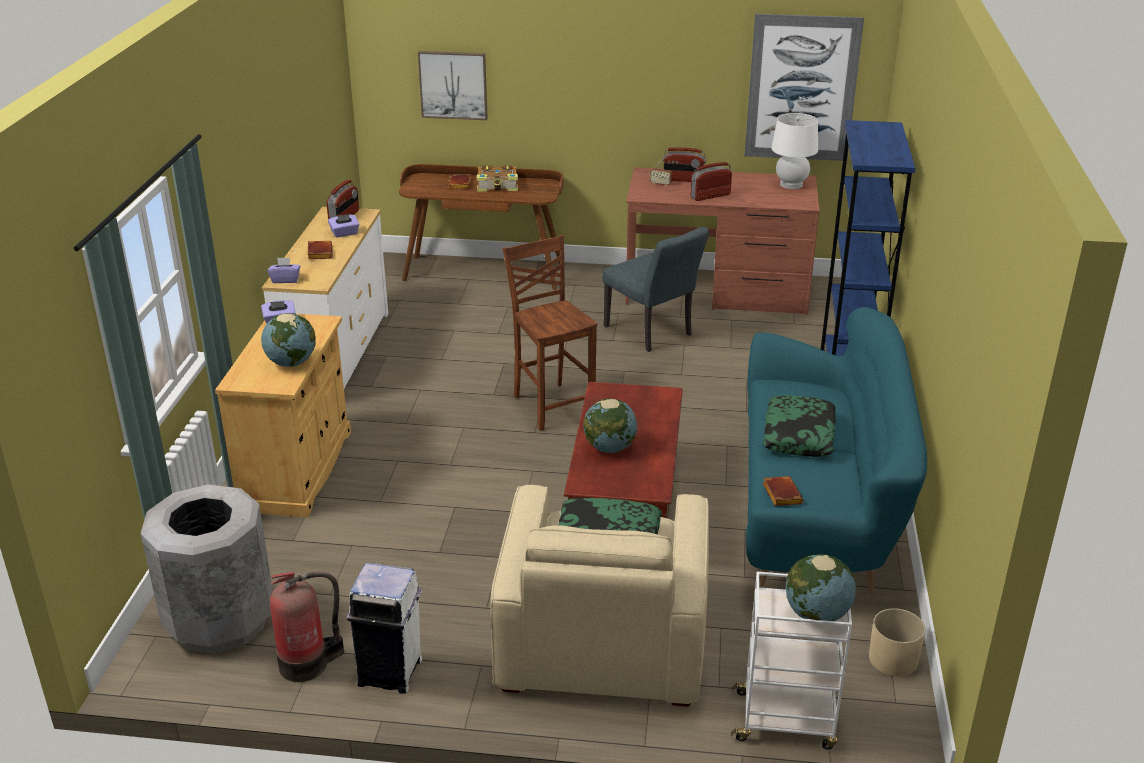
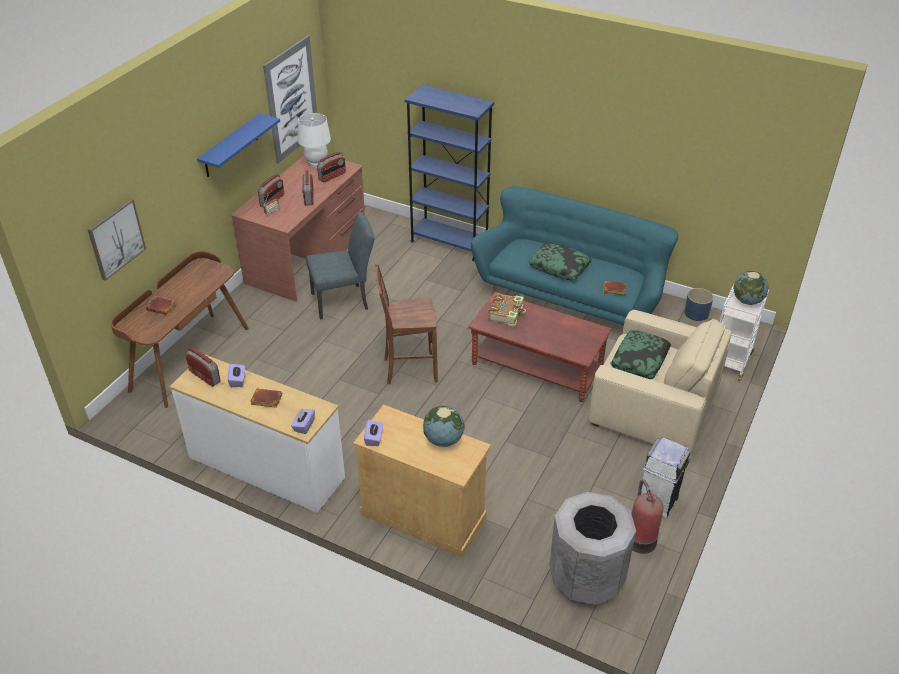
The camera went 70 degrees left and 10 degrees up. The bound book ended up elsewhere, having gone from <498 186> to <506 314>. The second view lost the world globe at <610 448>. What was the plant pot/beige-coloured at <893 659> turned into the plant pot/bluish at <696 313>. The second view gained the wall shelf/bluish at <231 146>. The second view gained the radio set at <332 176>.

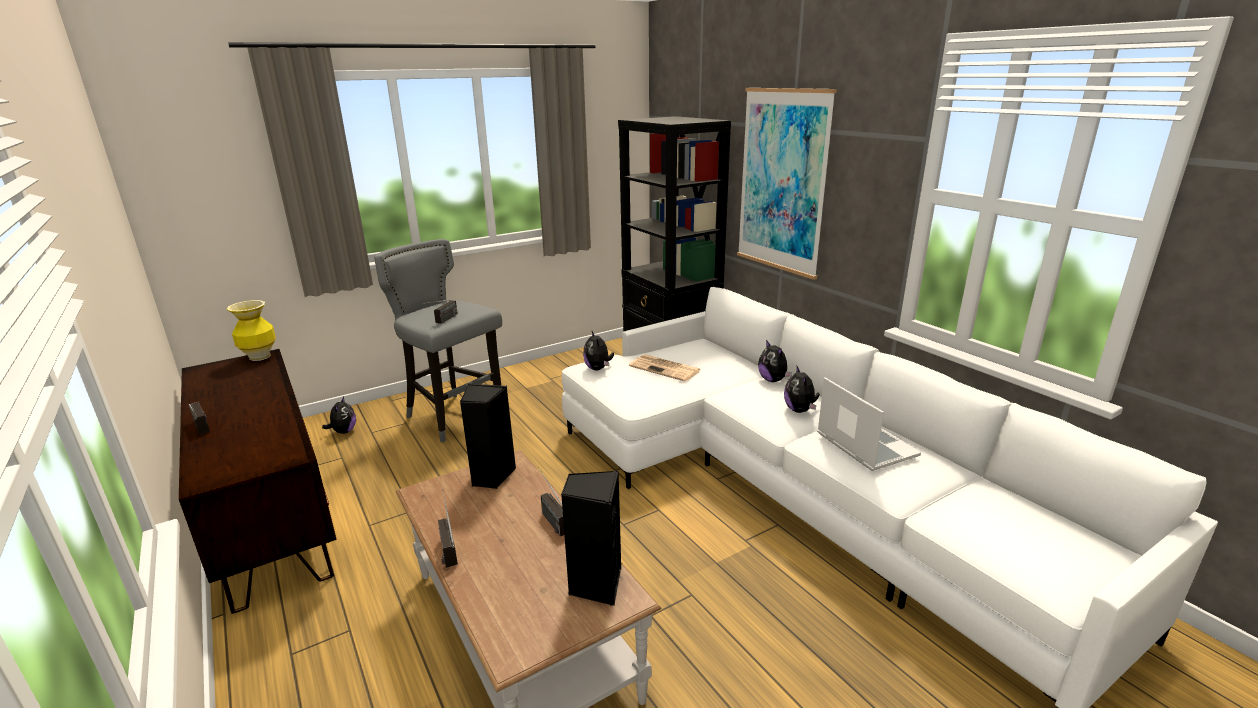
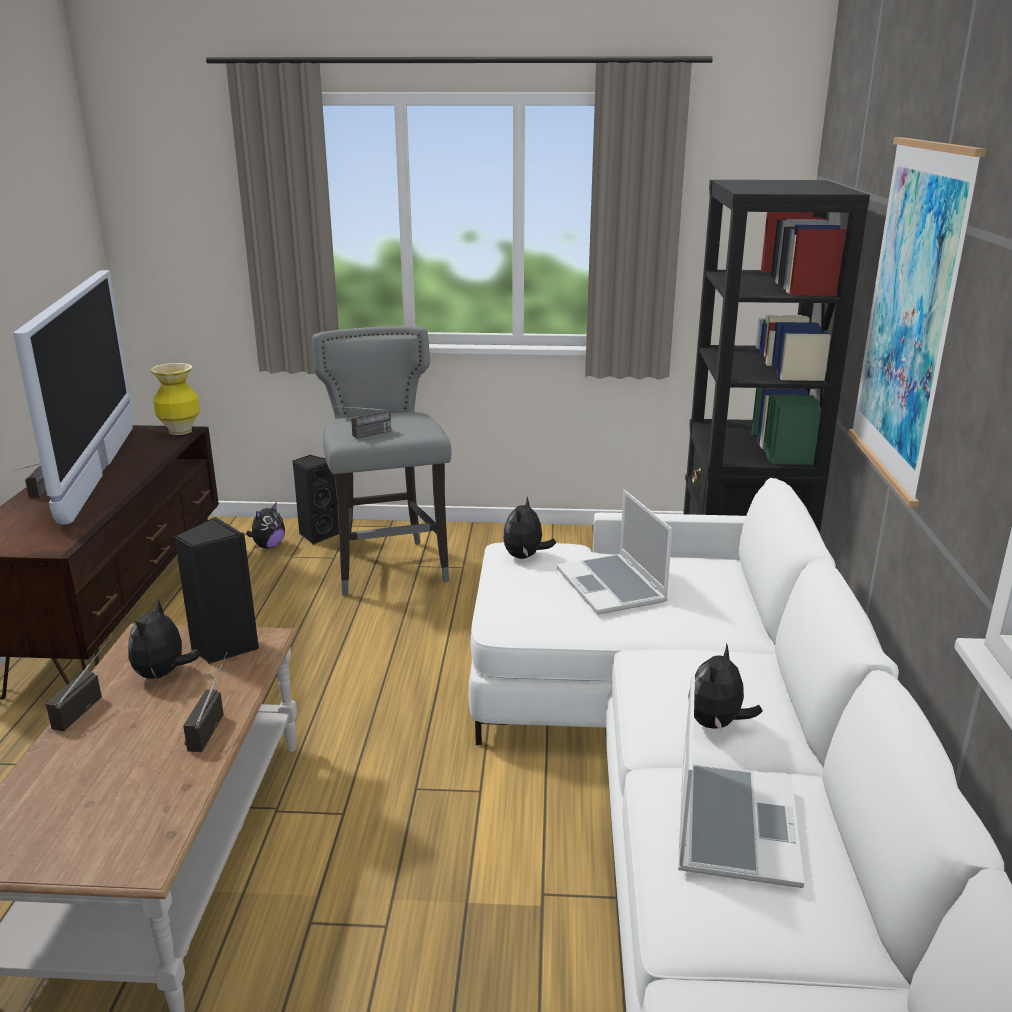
The camera went 35 degrees right and 0 degrees up. The cuddly toy ended up elsewhere, having gone from <773 380> to <163 674>. Where the daily paper stood at <666 368>, the laptop came to stand at <612 587>. The loudspeaker/black-coloured ended up elsewhere, having gone from <595 584> to <318 535>. The second view gained the TV at <100 471>.

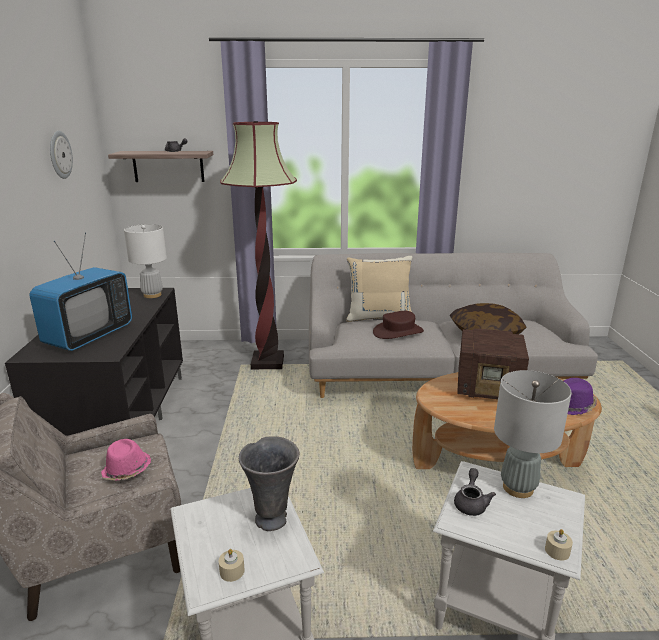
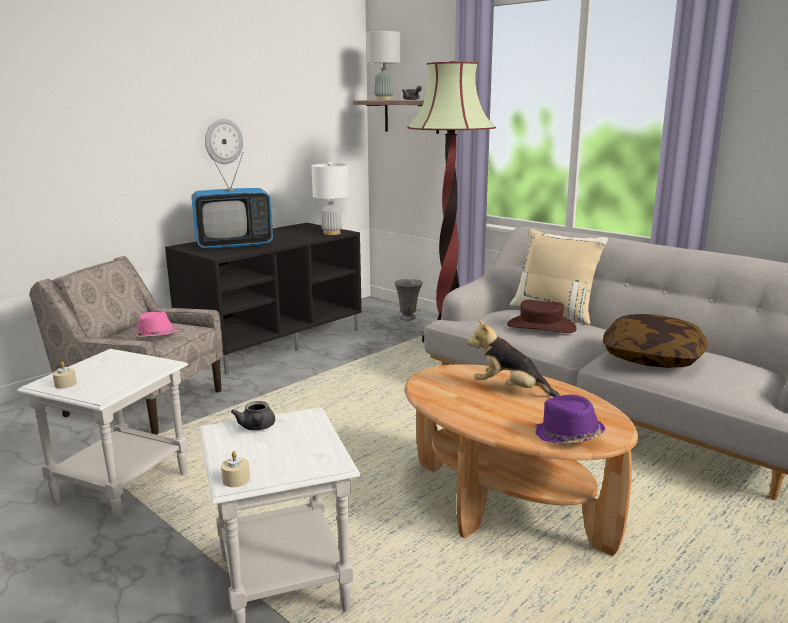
The camera went 45 degrees right and 5 degrees down. The wall clock ended up elsewhere, having gone from <59 155> to <223 141>. Where the radio set stood at <489 388>, the cuddly toy came to stand at <510 390>. The table lamp/grey ended up elsewhere, having gone from <517 488> to <383 100>. The decorative vase/grey ended up elsewhere, having gone from <272 518> to <408 318>. The pot for tea/grey at <471 503> ended up facing another way, 105 degrees clockwise from before.

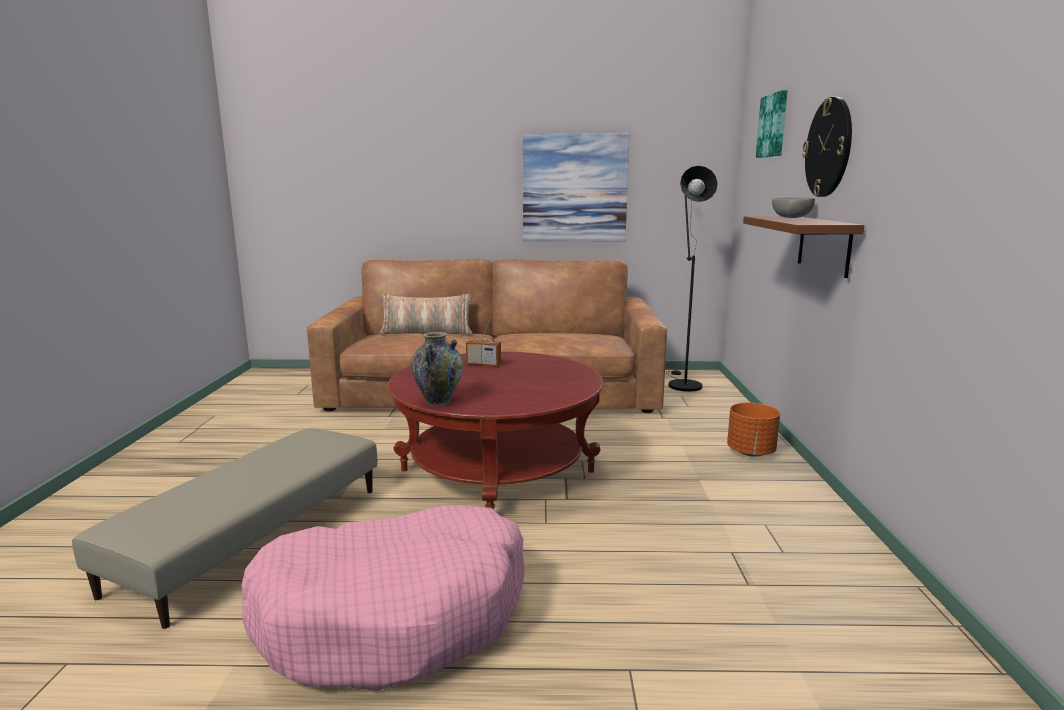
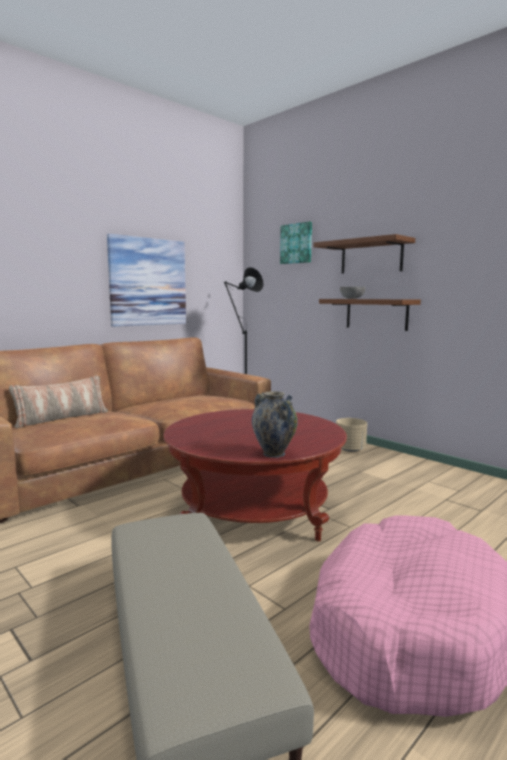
The camera went 45 degrees left and 5 degrees down. Where the wall clock hung at <828 147>, the wall shelf/brown came to hang at <371 257>. The second view lost the radio set at <483 364>. What was the plant pot/orange at <751 452> turned into the plant pot/beige-coloured at <350 449>.

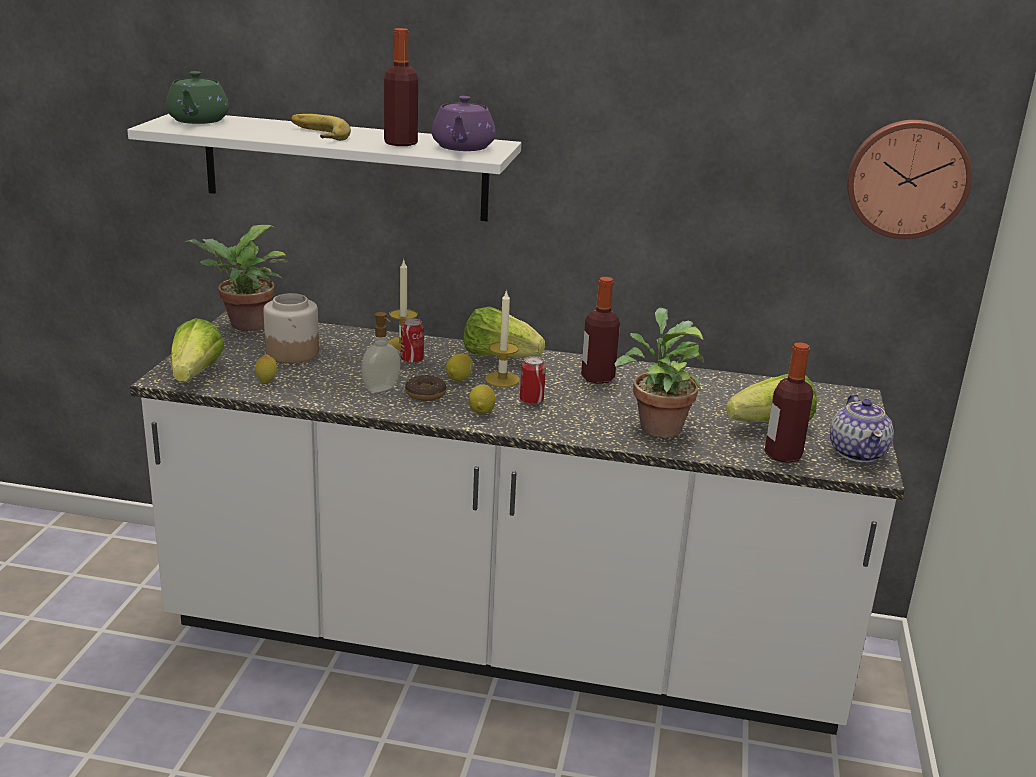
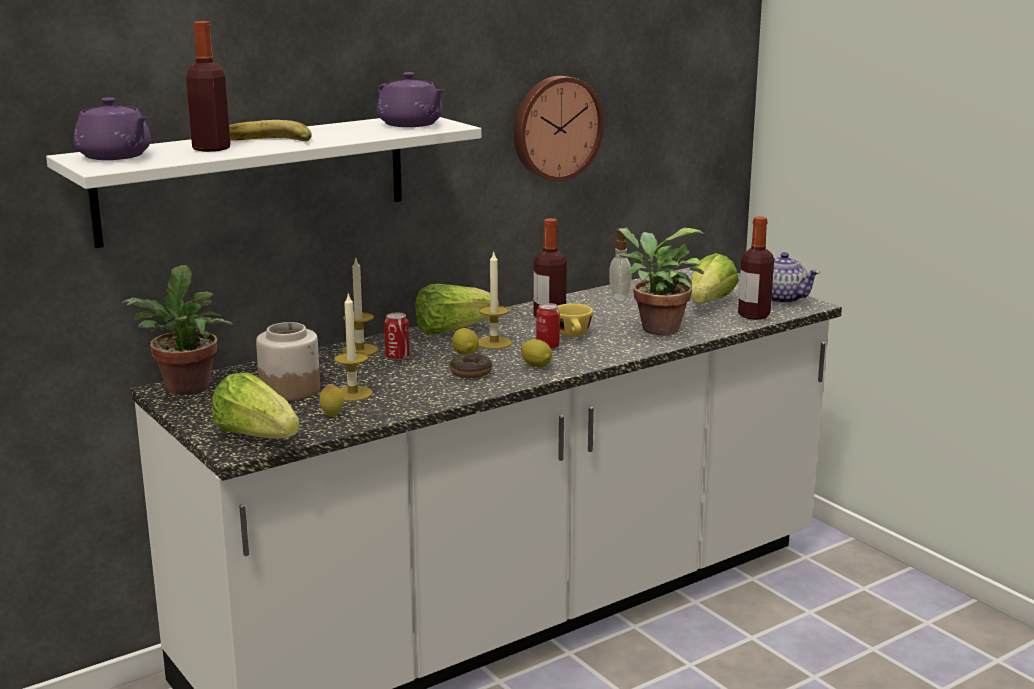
The camera went 45 degrees left and 5 degrees down. The beverage bottle ended up elsewhere, having gone from <400 143> to <211 148>. What was the pot for tea/greenish at <198 120> turned into the pot for tea/purplish at <115 156>. The wall clock ended up elsewhere, having gone from <907 178> to <555 128>. The liquid soap bottle ended up elsewhere, having gone from <381 389> to <621 297>. The second view gained the wax candle at <352 393>. The second view gained the drinking cup/yellow at <574 335>.

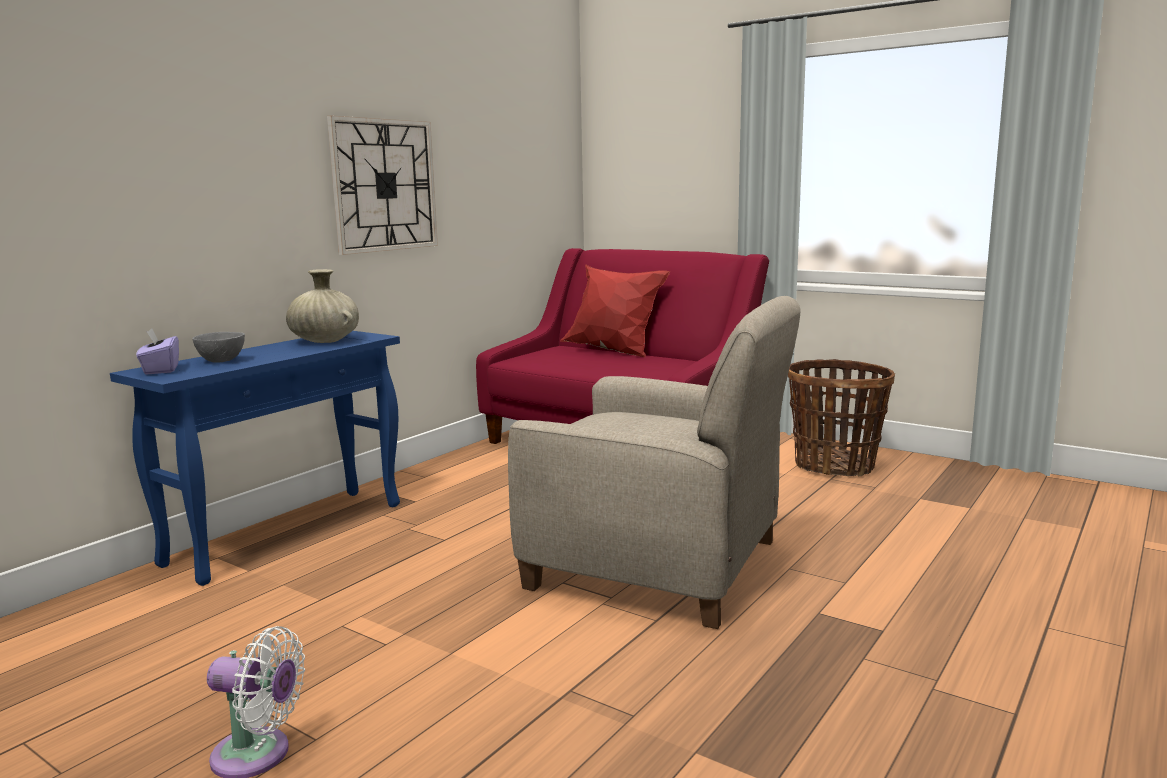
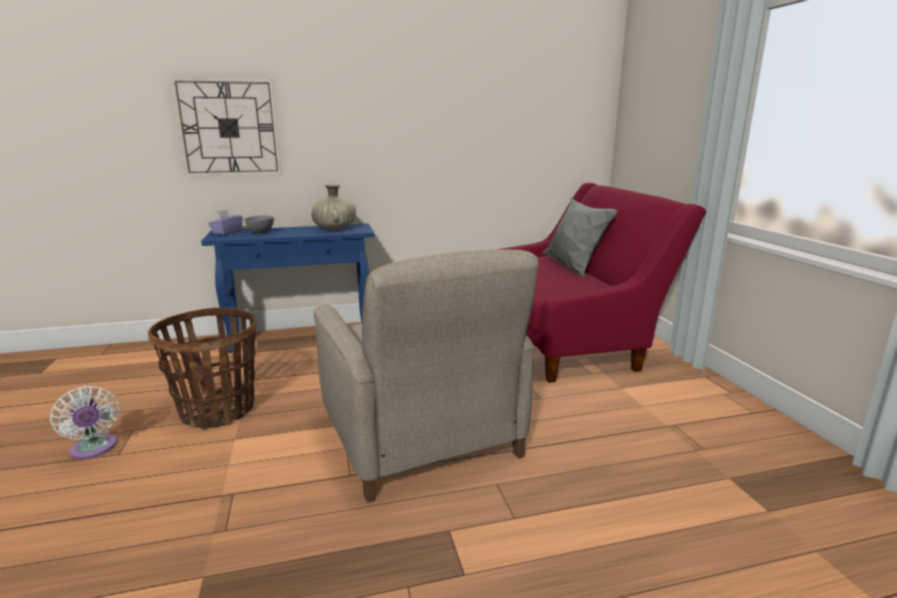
The camera went 40 degrees right and 5 degrees up. The wall clock ended up elsewhere, having gone from <384 185> to <229 128>. What was the pillow/reddish at <613 352> turned into the pillow/grey at <573 268>. The storage basket ended up elsewhere, having gone from <835 466> to <218 410>.

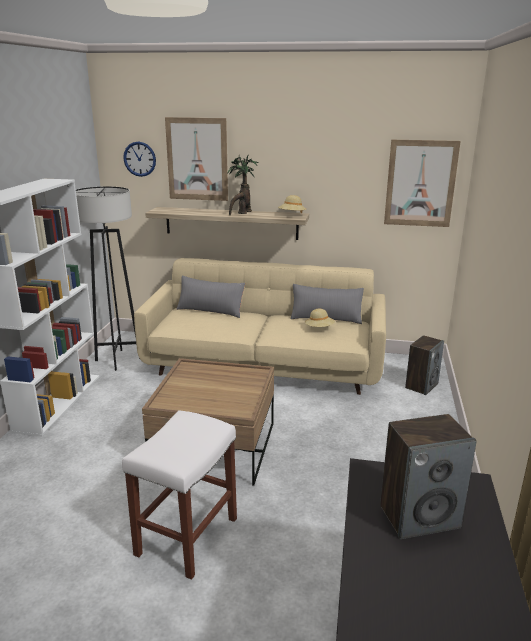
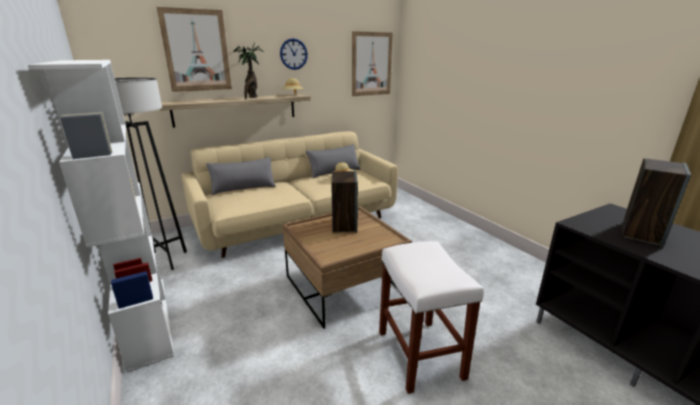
The camera went 40 degrees left and 0 degrees up. The wall clock ended up elsewhere, having gone from <139 159> to <293 54>. The loudspeaker ended up elsewhere, having gone from <421 385> to <344 225>.

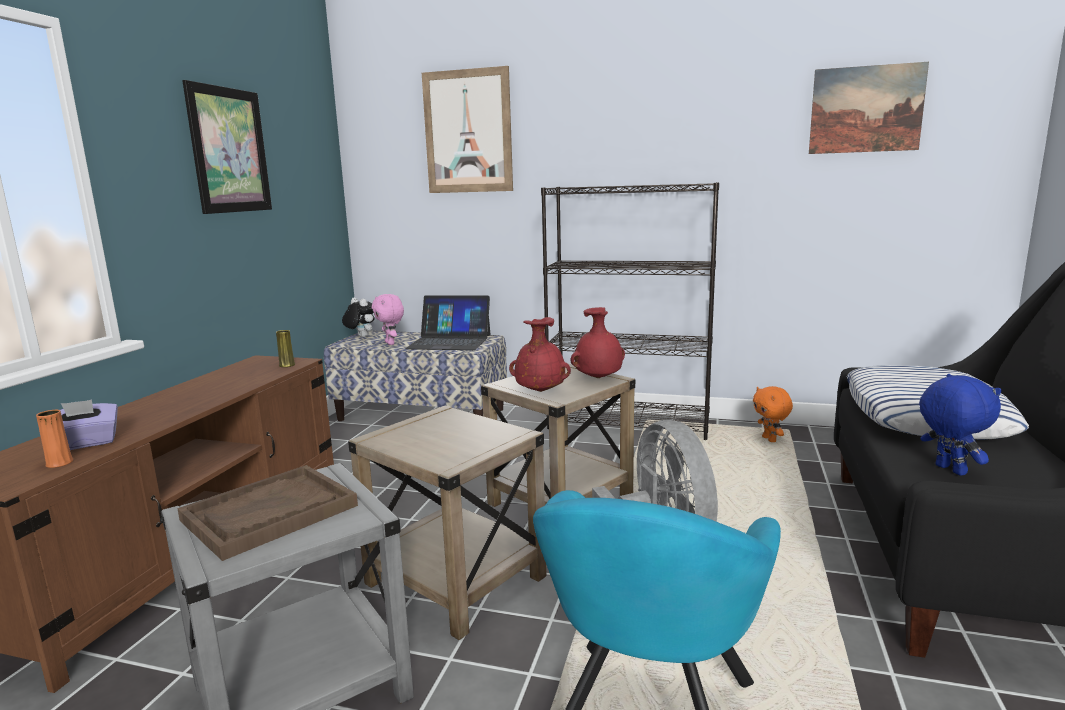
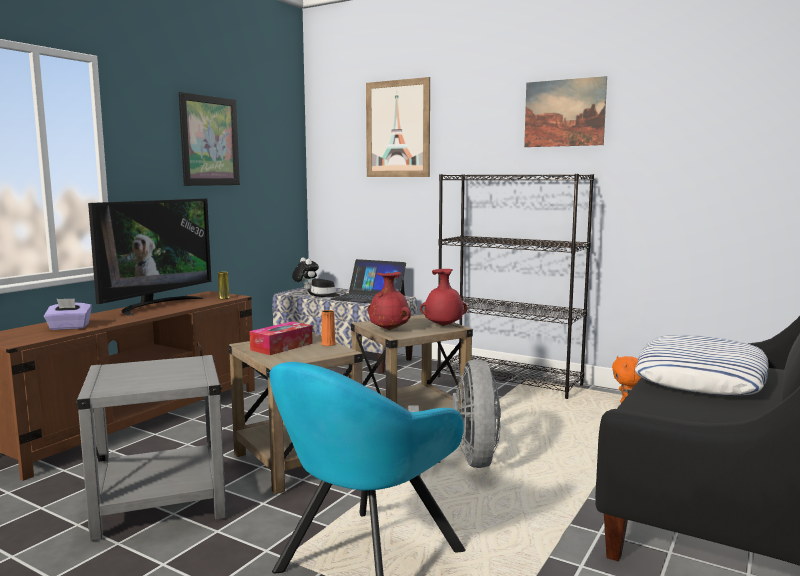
The camera went 15 degrees right and 5 degrees down. The wall picture ended up elsewhere, having gone from <866 109> to <564 113>. Where the cuddly toy/pinkish stood at <391 343>, the wearable hat/black-coloured came to stand at <323 295>. The second view lost the cuddly toy/bluish at <948 470>. The decorative vase/orange ended up elsewhere, having gone from <59 463> to <328 344>. The second view lost the serving tray/brown at <269 513>. The second view gained the TV at <155 305>. The second view gained the box of tissues at <281 346>.

